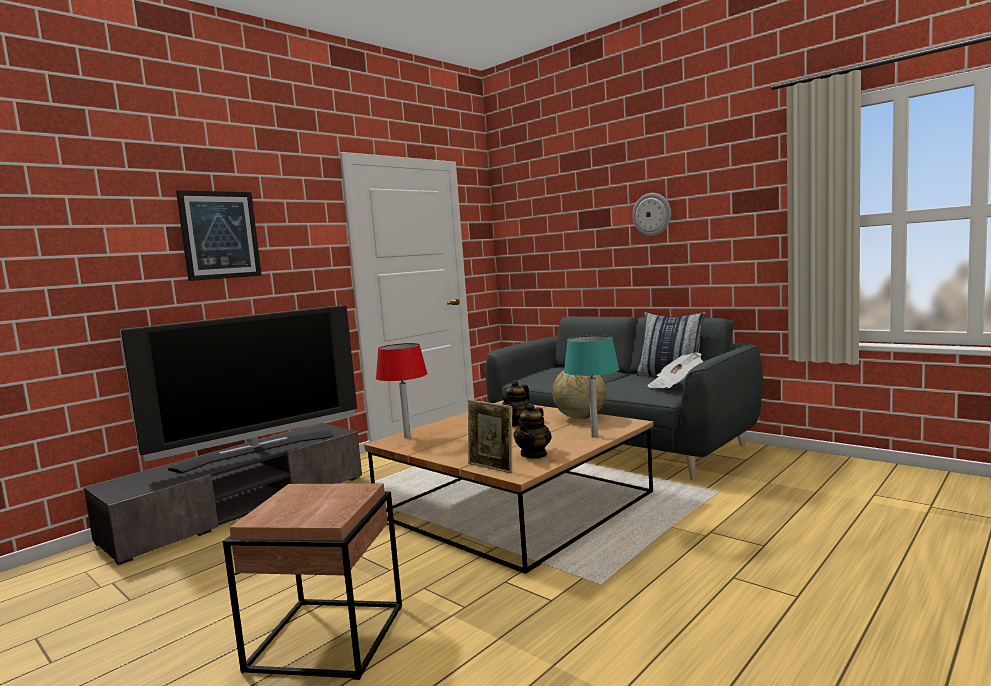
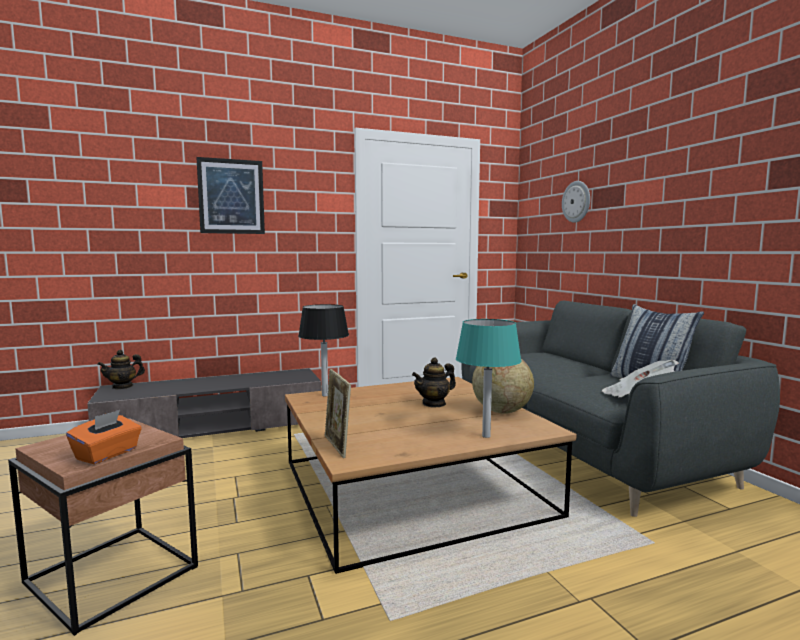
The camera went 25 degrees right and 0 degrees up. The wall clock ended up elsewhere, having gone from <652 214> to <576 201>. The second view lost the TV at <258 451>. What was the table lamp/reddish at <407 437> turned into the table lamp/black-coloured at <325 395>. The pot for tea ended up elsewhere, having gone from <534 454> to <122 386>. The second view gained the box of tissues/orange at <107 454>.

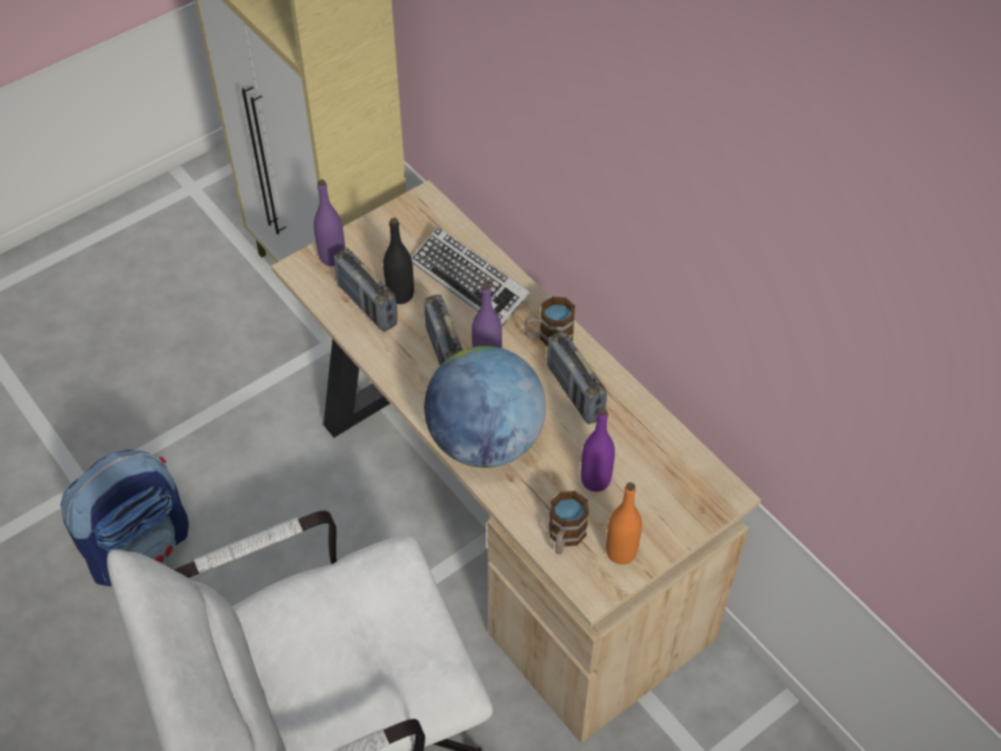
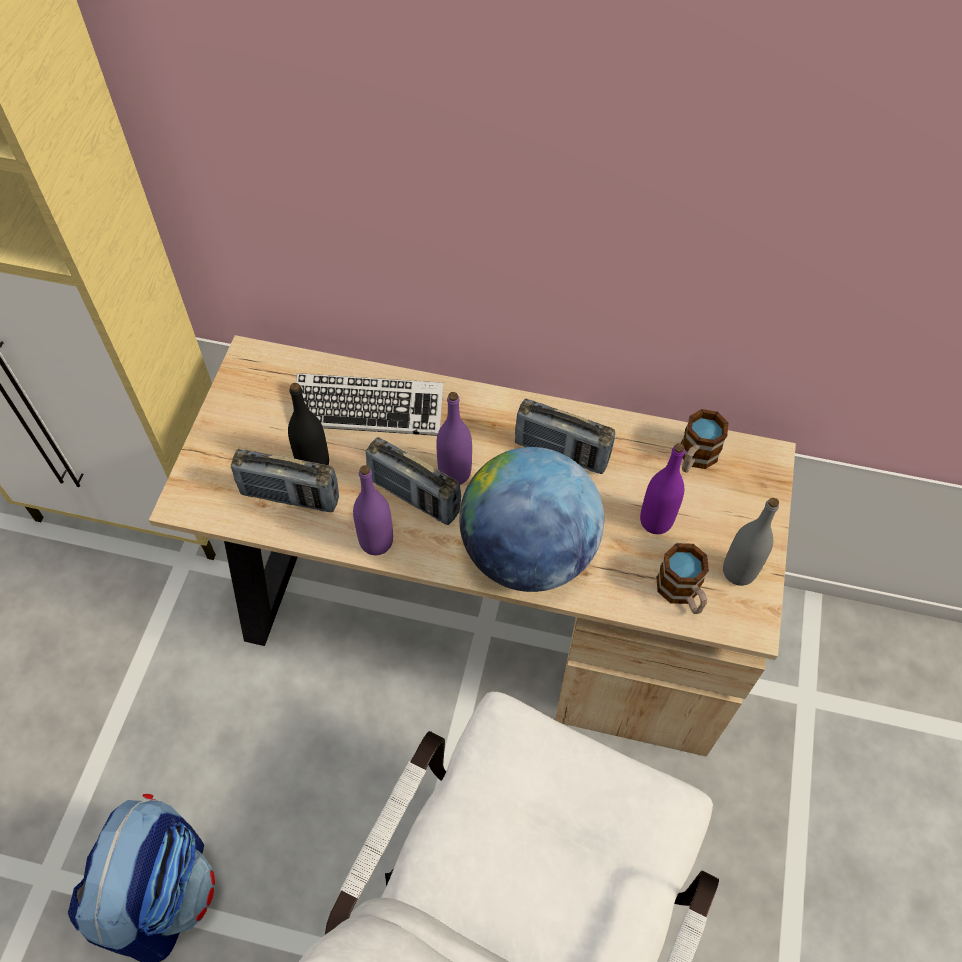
The camera went 40 degrees left and 5 degrees up. The beverage bottle/purplish ended up elsewhere, having gone from <332 257> to <376 542>. The mug ended up elsewhere, having gone from <549 336> to <694 458>. What was the beverage bottle/orange at <621 552> turned into the beverage bottle/grey at <738 571>.

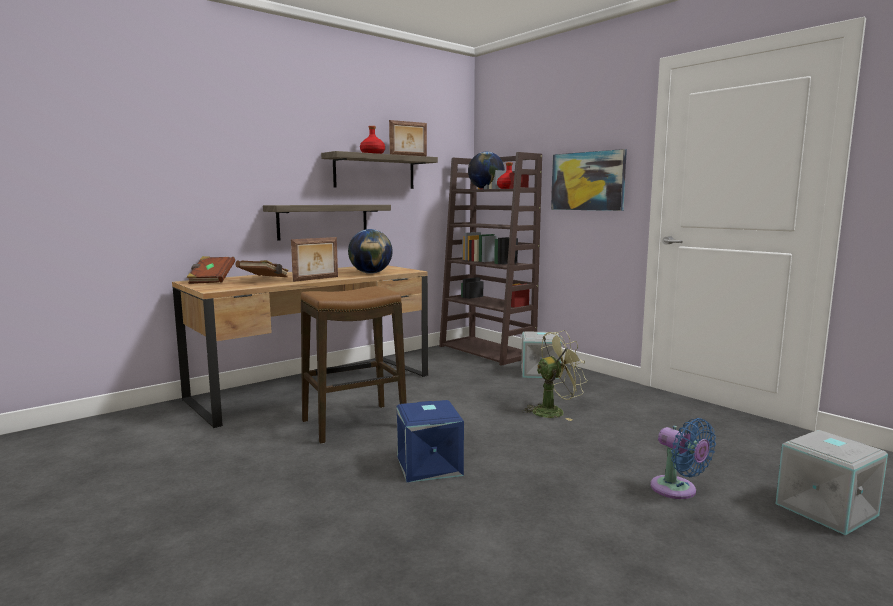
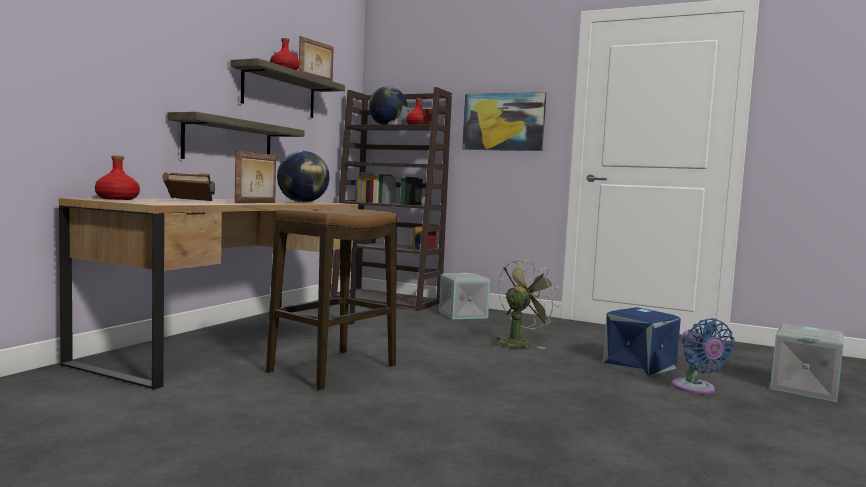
The camera went 25 degrees left and 5 degrees down. Where the bound book/brown stood at <211 280>, the beverage bottle/reddish came to stand at <117 199>. The storage box/bluish ended up elsewhere, having gone from <427 466> to <638 365>. The electric fan/bluish at <677 490> ended up facing another way, 45 degrees clockwise from before.

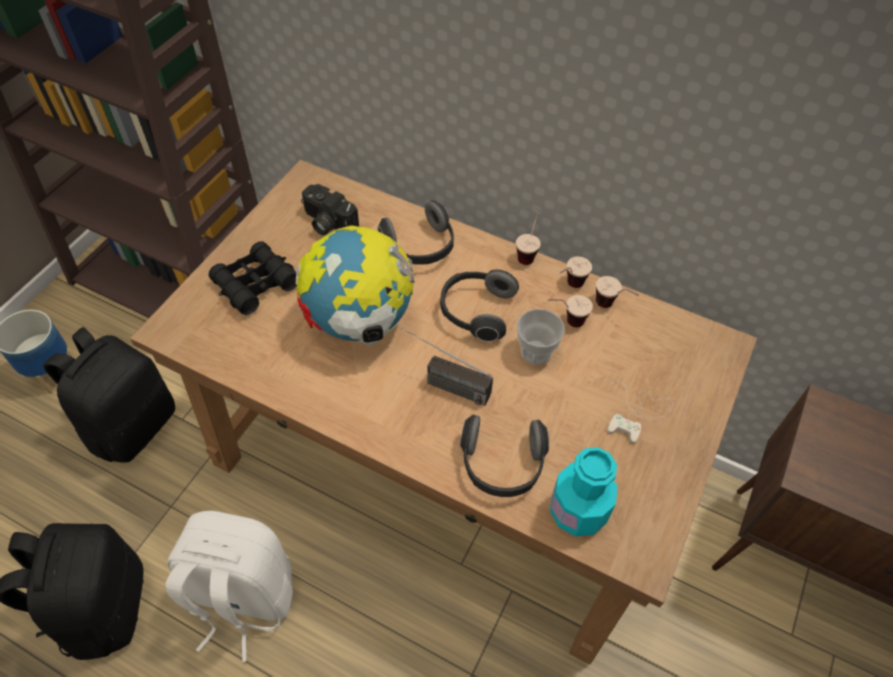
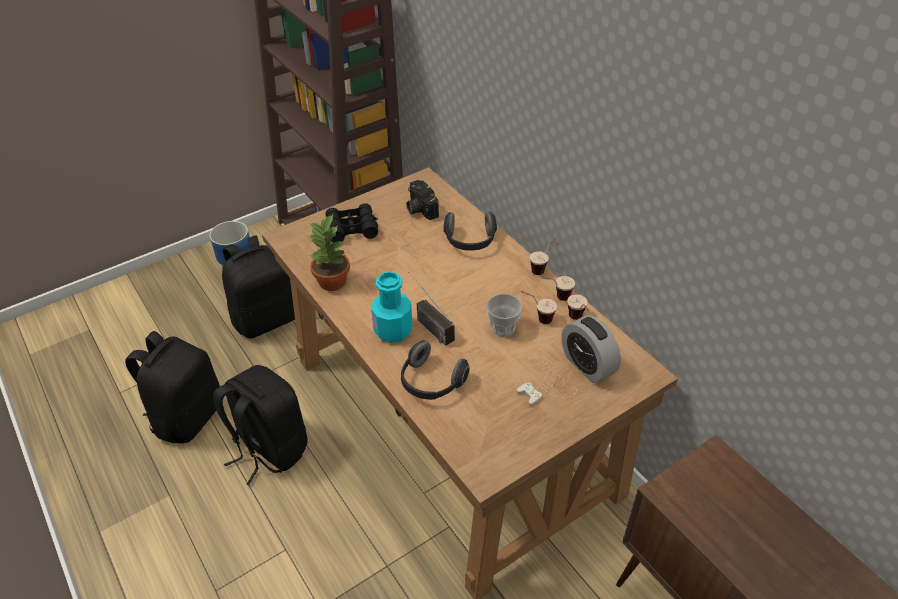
The camera went 30 degrees right and 10 degrees down. The second view lost the world globe at <360 321>. The second view lost the headset at <476 312>. The beverage bottle/turquoise ended up elsewhere, having gone from <578 511> to <393 330>. What was the knapsack/white at <242 598> turned into the knapsack/black-coloured at <269 448>. The second view gained the houseplant at <333 282>. The second view gained the bedside clock at <587 365>.

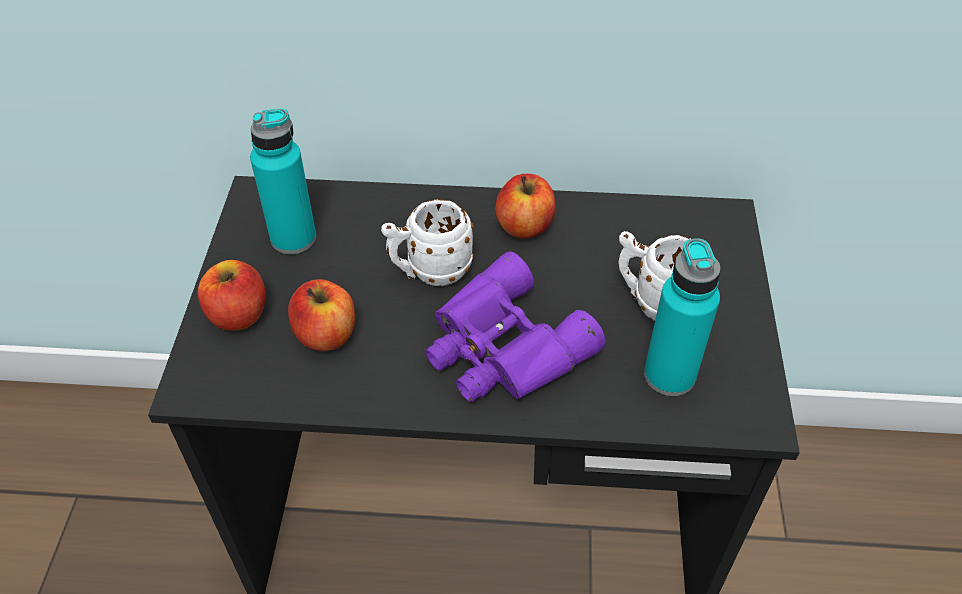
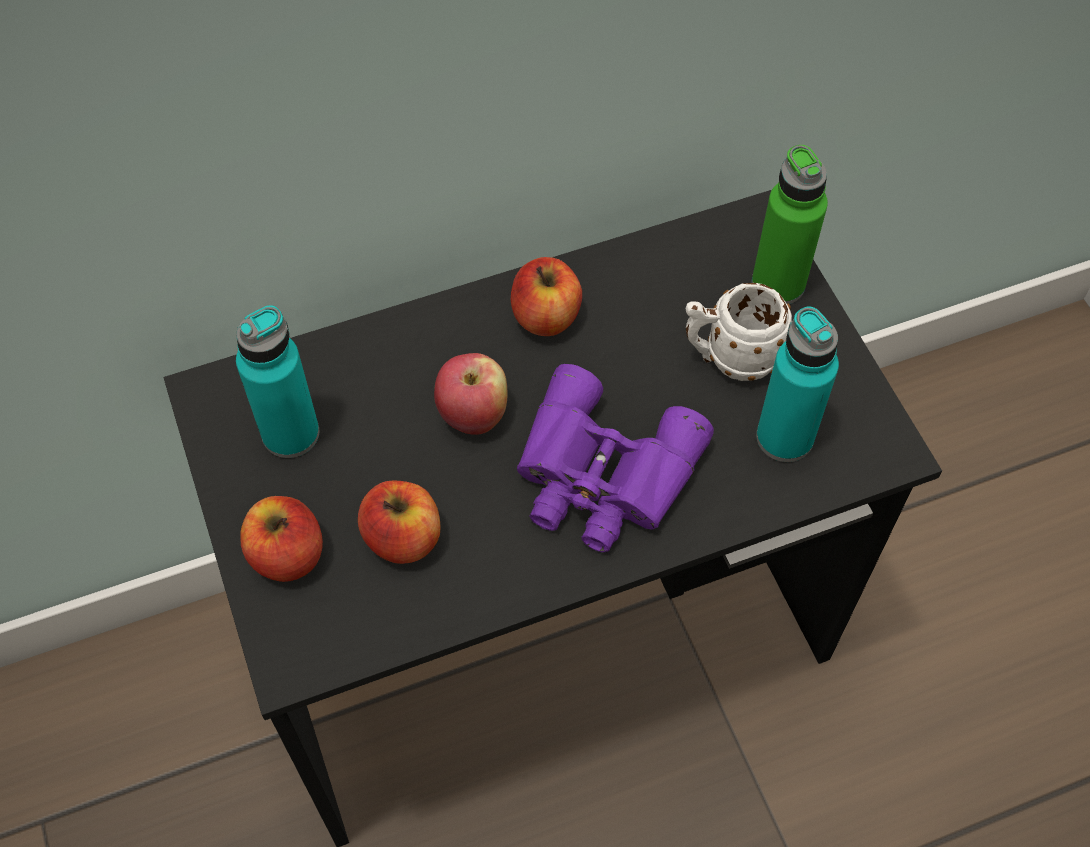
The camera went 25 degrees left and 10 degrees up. Where the mug/white stood at <429 272>, the apple came to stand at <473 415>. The second view gained the beverage bottle/greenish at <778 284>.

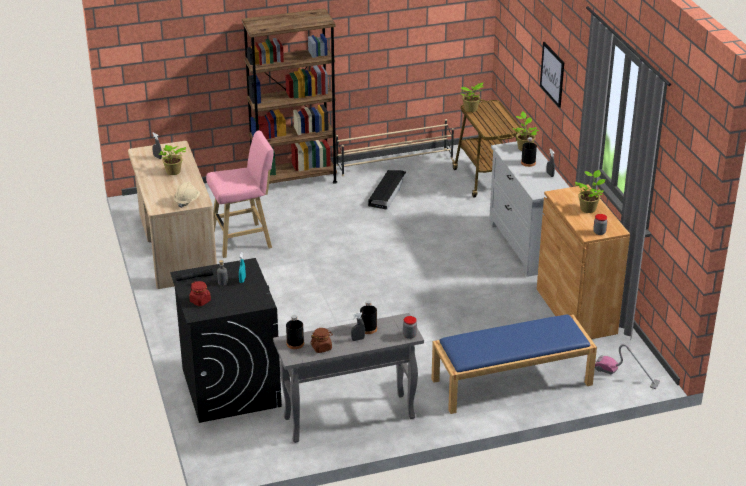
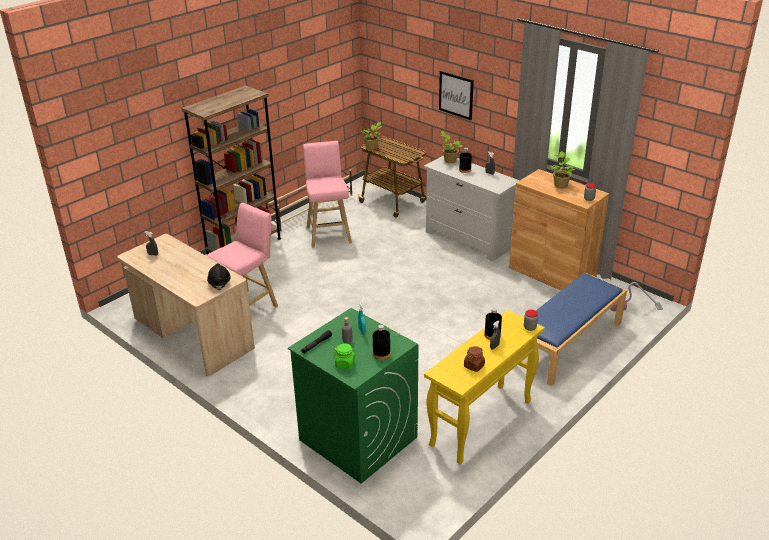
The camera went 30 degrees left and 0 degrees up. The second view lost the houseplant at <173 172>. Where the storage box/black-coloured stood at <387 192>, the stool seat/pinkish came to stand at <328 233>. What was the hard hat/beige-coloured at <187 201> turned into the hard hat/black-coloured at <219 283>. What was the laundry appliance/black-coloured at <230 387> turned into the laundry appliance/greenish at <357 438>. What was the storage jar/reddish at <200 301> turned into the storage jar/greenish at <345 364>. What was the narrow table/grey at <348 418> turned into the narrow table/yellow at <481 424>. The beverage bottle/black-coloured ended up elsewhere, having gone from <295 343> to <381 353>.

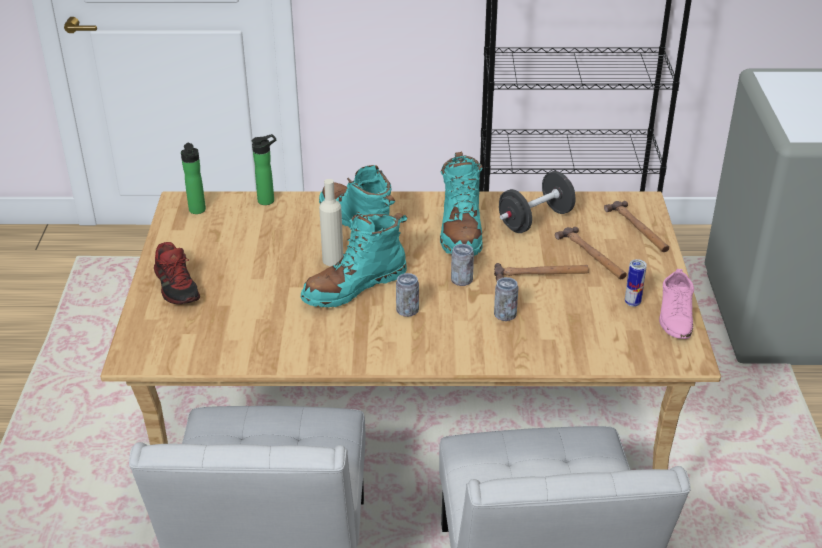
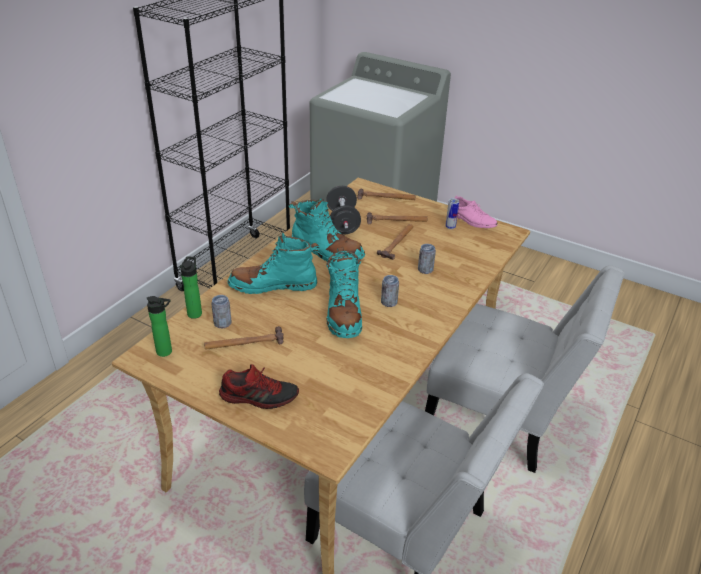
The camera went 60 degrees left and 0 degrees up. The second view lost the beverage bottle/beige-coloured at <333 260>. The can ended up elsewhere, having gone from <461 280> to <222 323>. The second view gained the hammer at <244 342>.

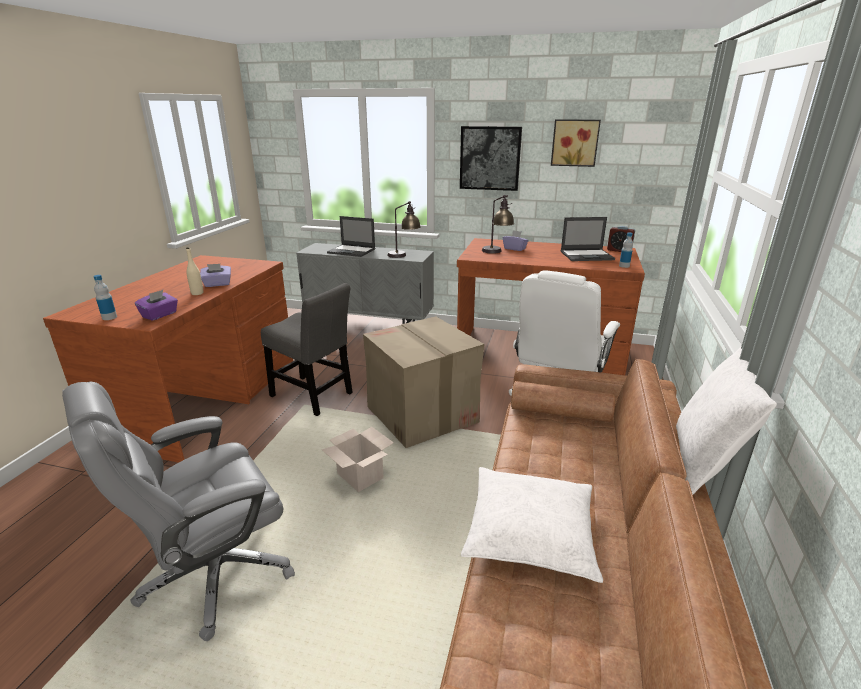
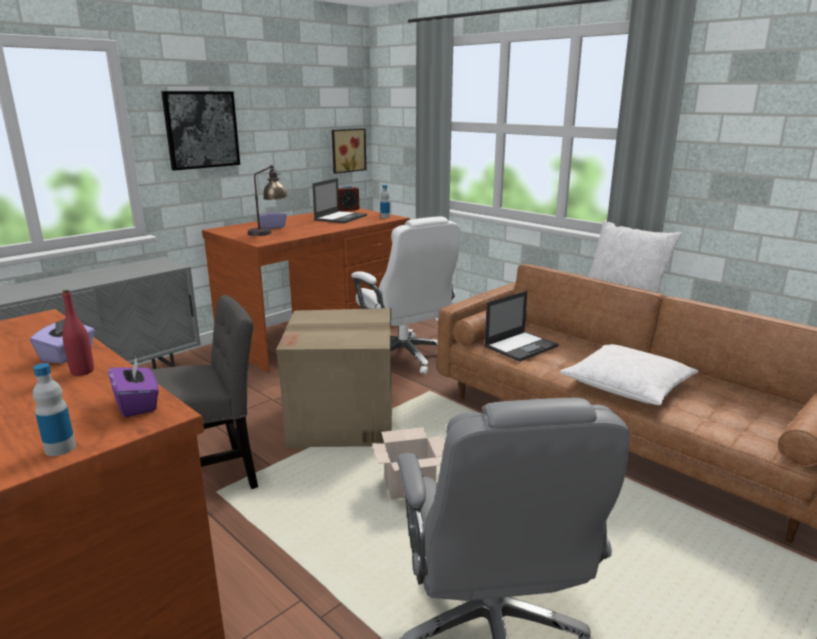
The camera went 60 degrees left and 5 degrees down. The wall picture ended up elsewhere, having gone from <575 143> to <347 150>. The second view lost the table lamp at <404 255>. The laptop ended up elsewhere, having gone from <352 251> to <521 346>. What was the beverage bottle/beige-coloured at <197 293> turned into the beverage bottle/reddish at <82 371>.

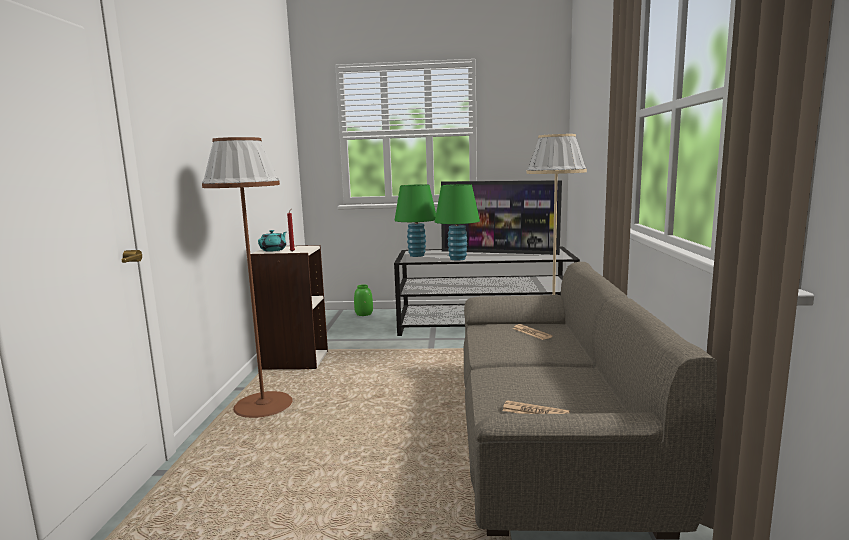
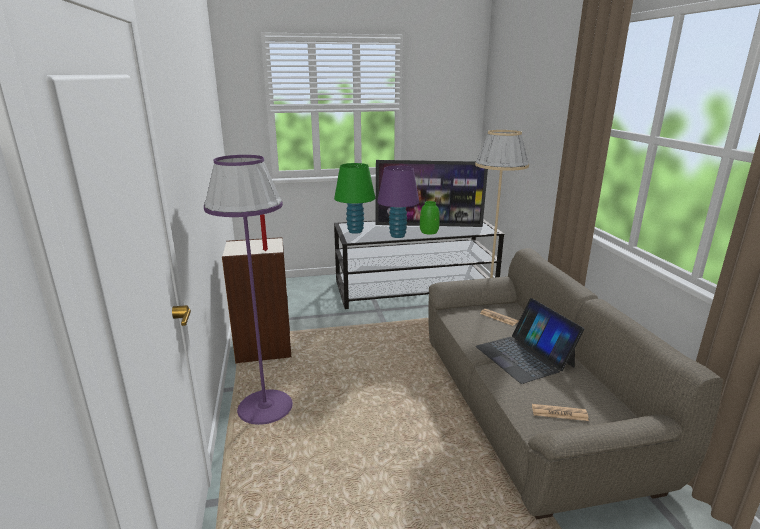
The camera went 15 degrees left and 10 degrees up. What was the standing lamp/brown at <263 405> turned into the standing lamp/purplish at <265 407>. What was the table lamp/greenish at <457 259> turned into the table lamp/purplish at <397 235>. The second view lost the pot for tea/turquoise at <274 250>. The decorative vase/greenish ended up elsewhere, having gone from <364 314> to <429 232>. The second view gained the laptop at <524 356>.

